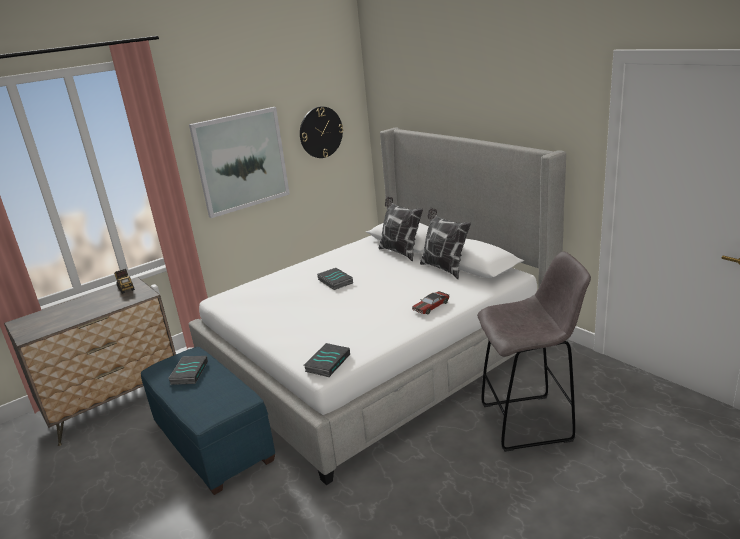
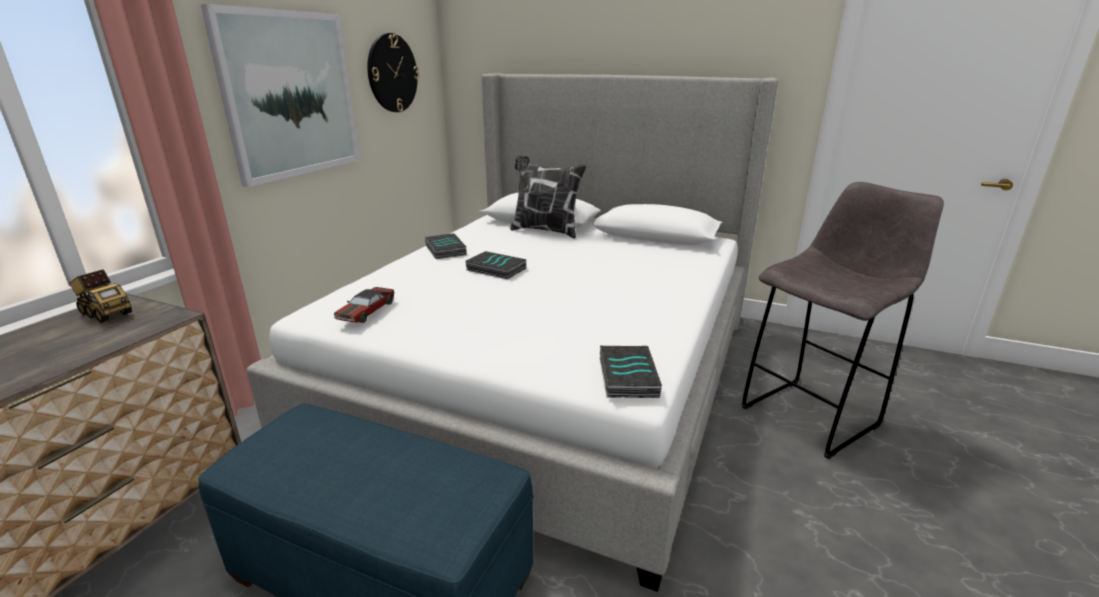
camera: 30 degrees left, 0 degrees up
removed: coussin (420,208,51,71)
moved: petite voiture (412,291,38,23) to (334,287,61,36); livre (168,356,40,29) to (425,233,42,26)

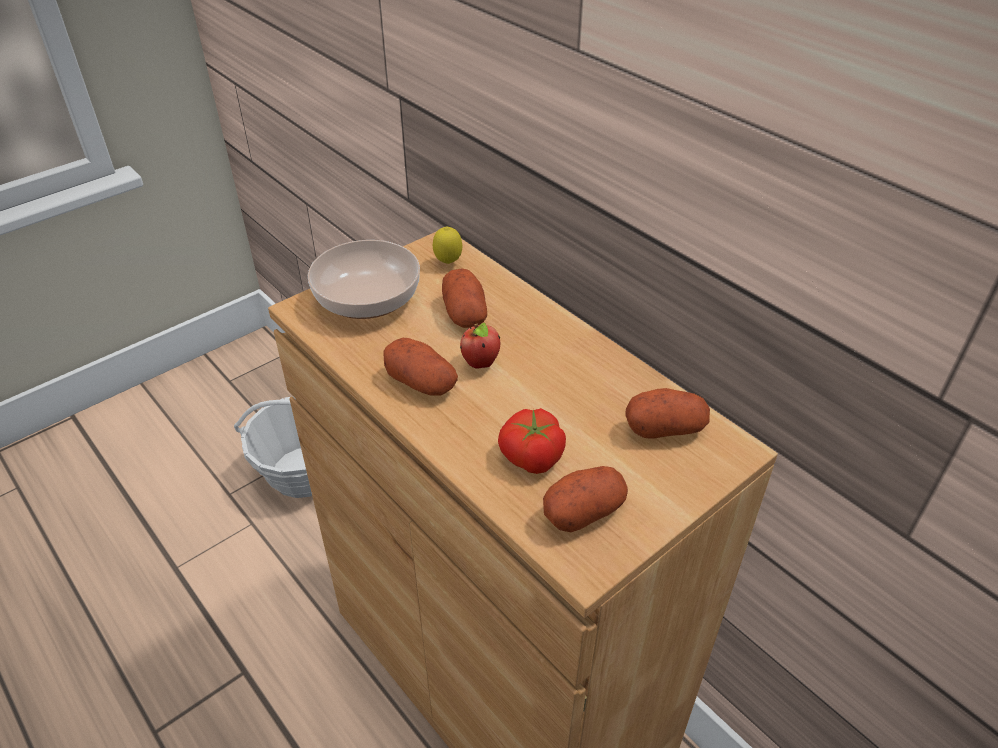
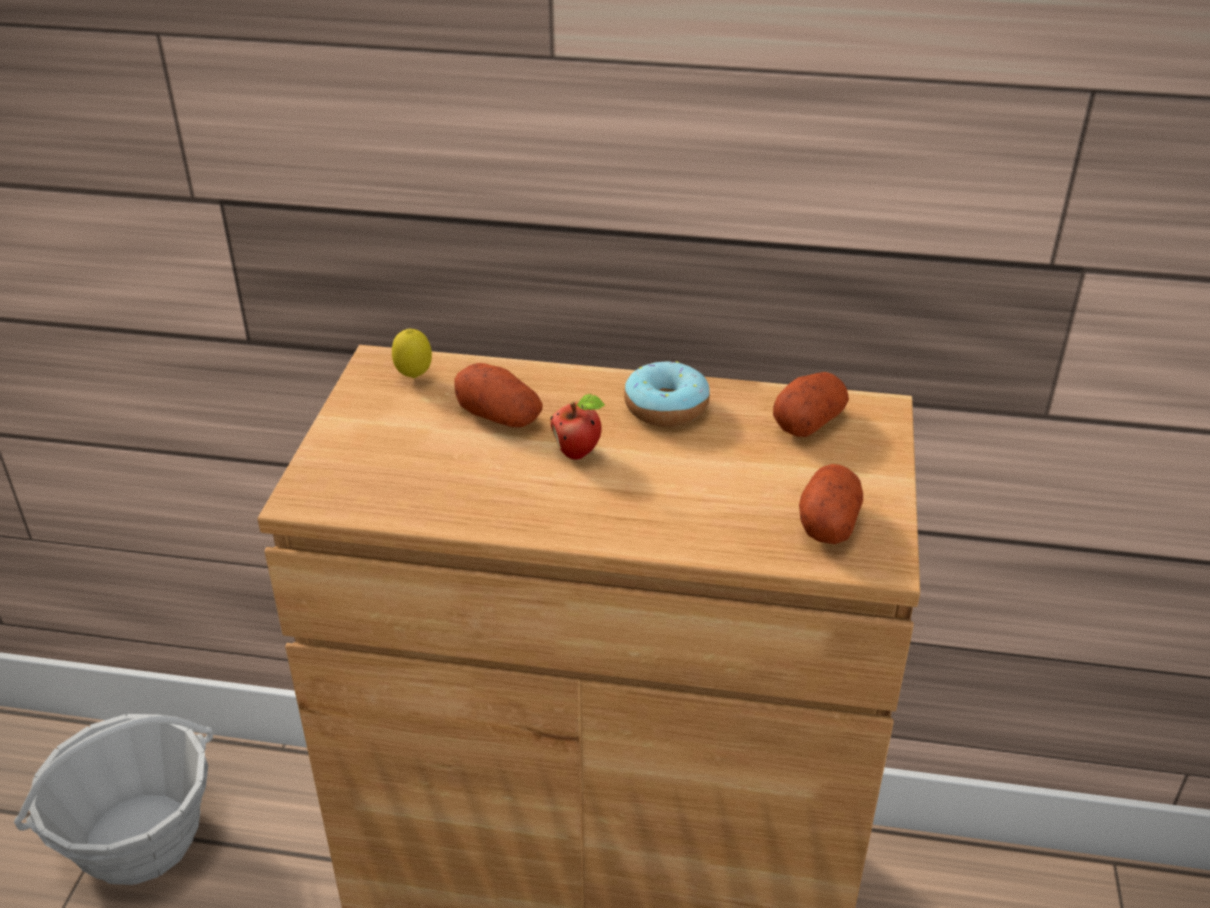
camera: 40 degrees left, 5 degrees down
removed: bol (308,240,112,79); pomme de terre (383,338,75,58); tomate (498,408,68,66)
added: beignet (624,361,86,66)

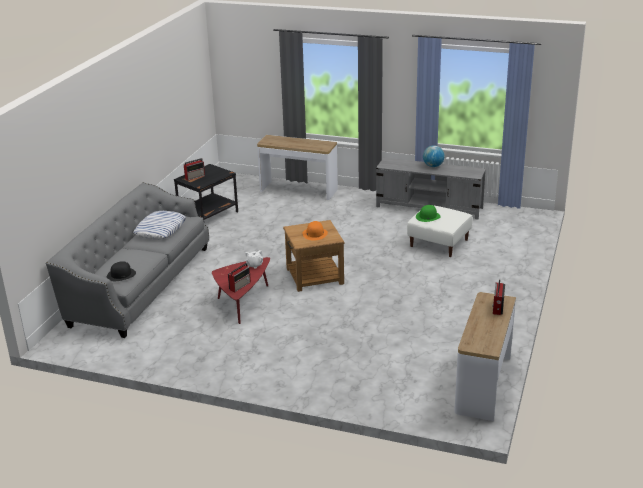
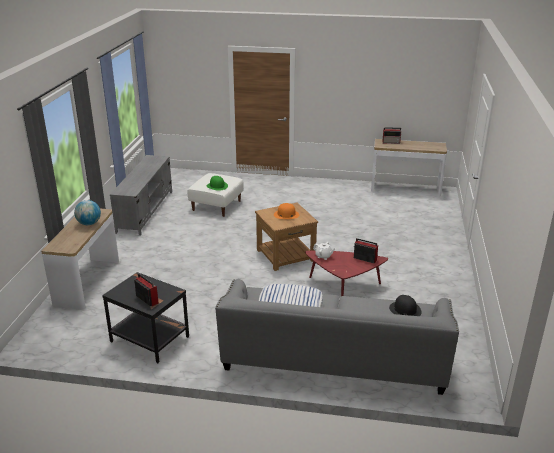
camera: 100 degrees left, 0 degrees up
moved: globe (423,145,22,22) to (74,200,27,25)

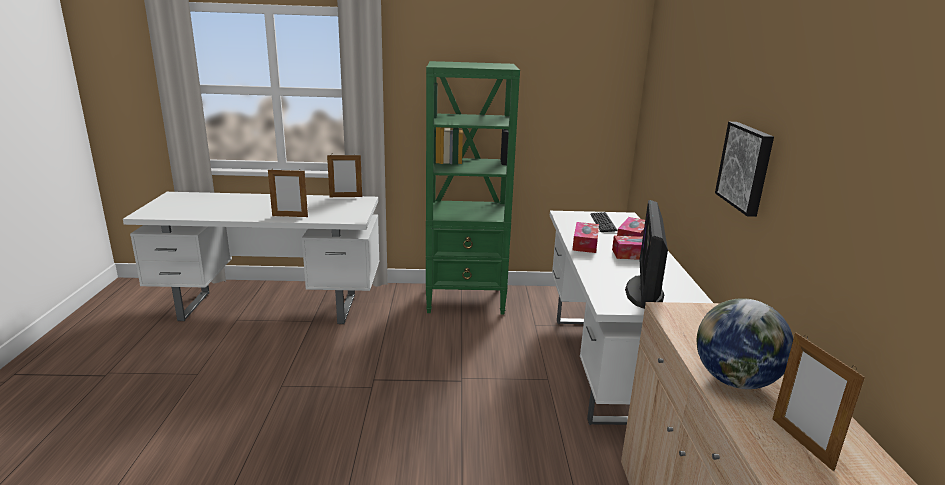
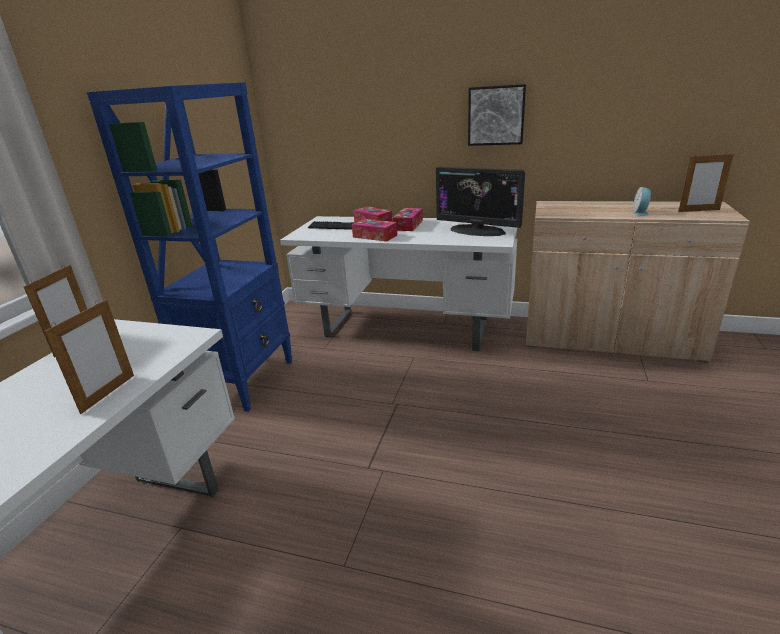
camera: 70 degrees left, 5 degrees up
replaced: globe (697,298,96,91) to réveil (633,187,19,29)
recoloured: bibliothèque [vert] (426,61,94,254) to bibliothèque [bleu] (87,82,206,330)

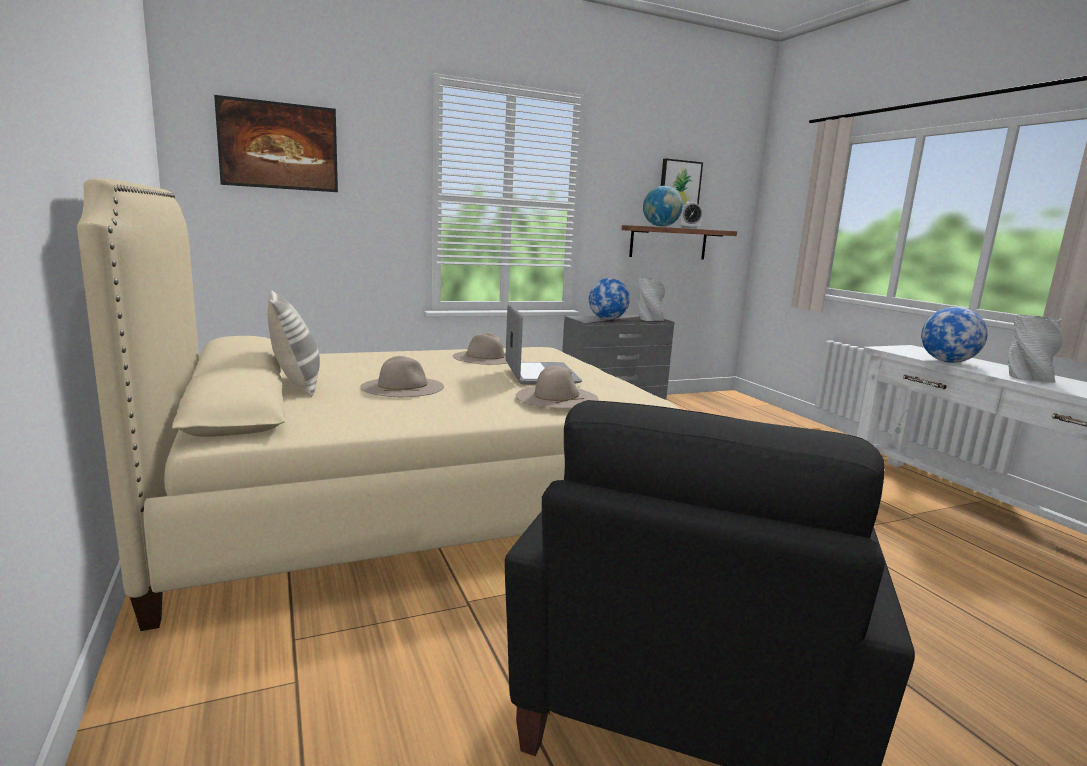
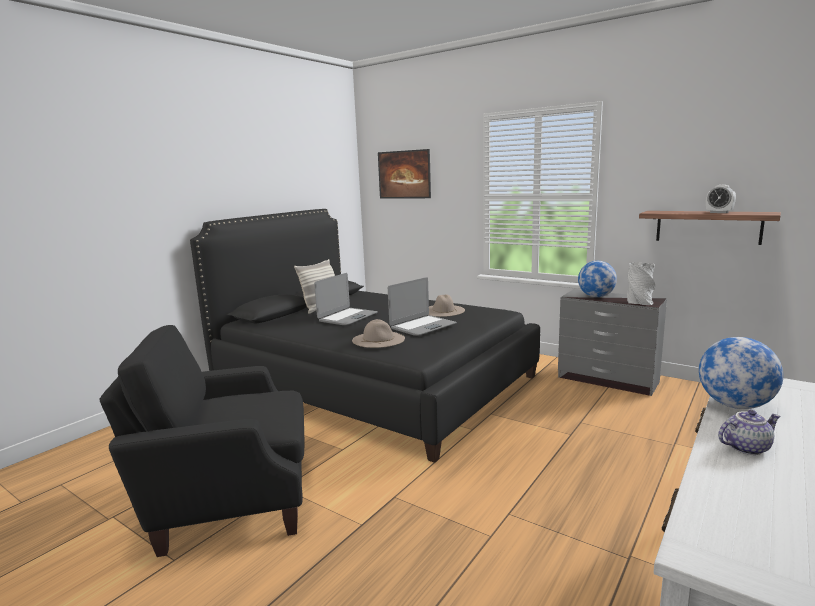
camera: 60 degrees right, 0 degrees up
removed: globe (643,186,40,41); tableau (661,159,42,46)
replaced: chapeau [beige] (360,356,84,41) to ordinateur portable (314,273,64,52); vase [gris] (1008,315,55,68) to théière (718,410,63,45)
recoloured: lit [beige] (77,178,603,453) to lit [noir] (190,209,350,254)

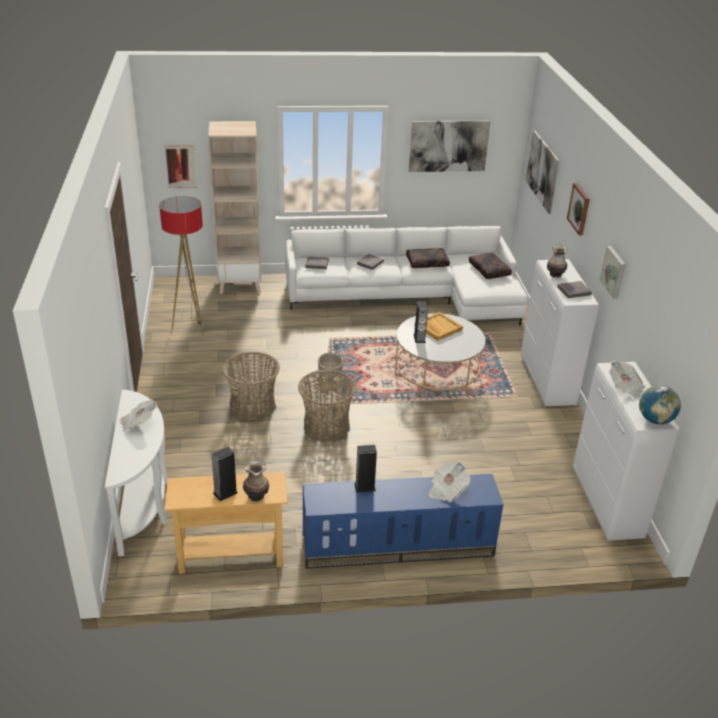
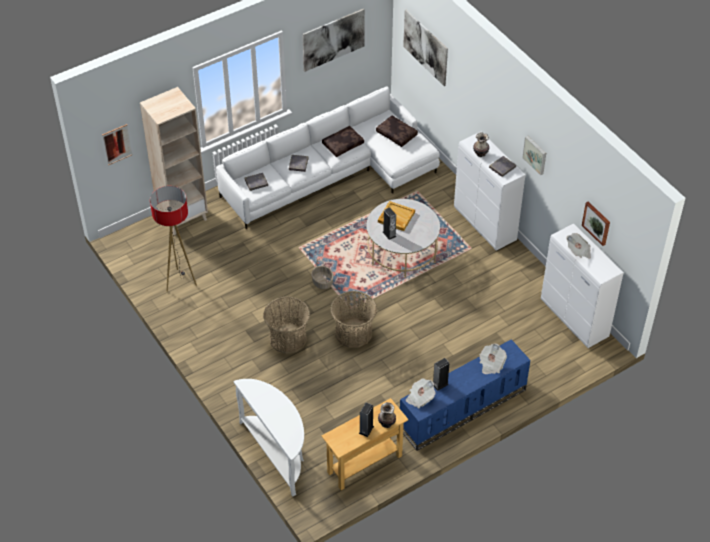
camera: 25 degrees left, 15 degrees up
removed: globe (639,385,42,39)
moved: journal (119,399,38,32) to (406,378,30,30); tableau (567,183,23,52) to (582,201,28,45)

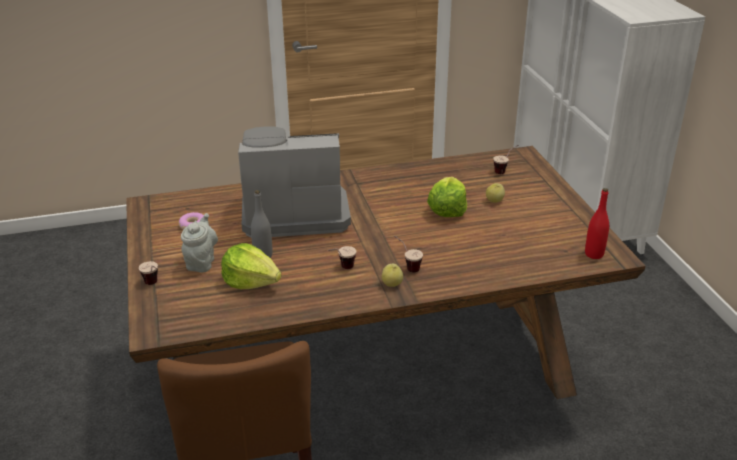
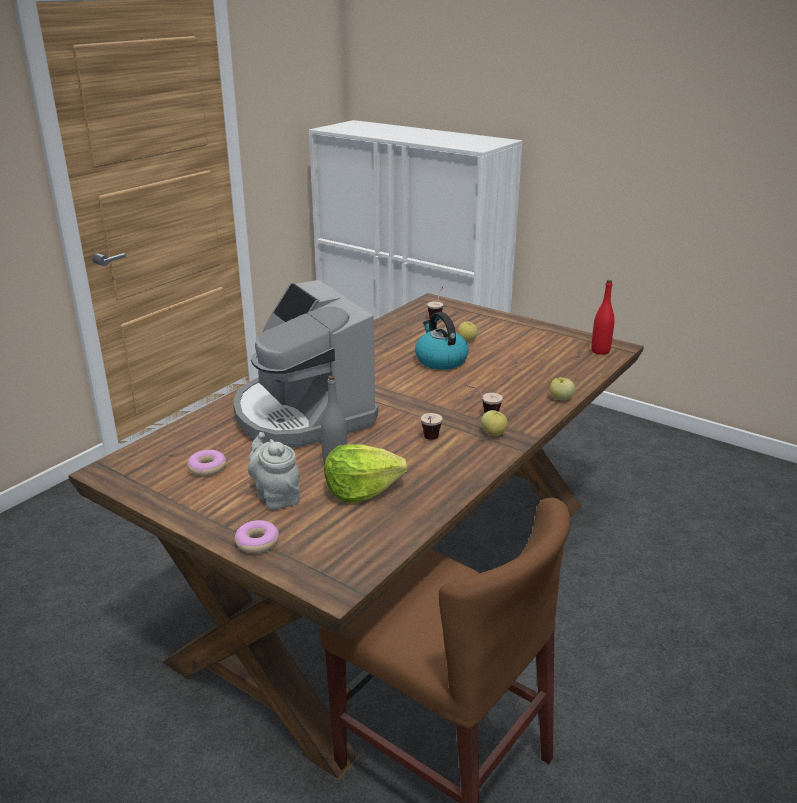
camera: 40 degrees left, 5 degrees down
added: pomme (550,377,25,23)
replaced: tasse (139,261,19,24) to beignet (235,520,44,33); laitue (427,177,40,40) to bouilloire (415,312,54,58)
turned: machine à café (238,126,113,112) = (233,280,145,168) 75 degrees counterclockwise

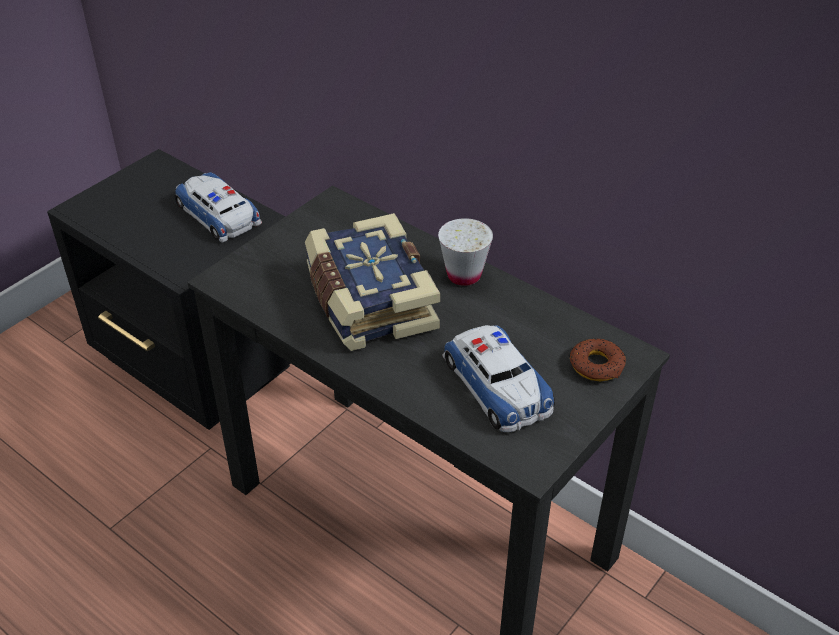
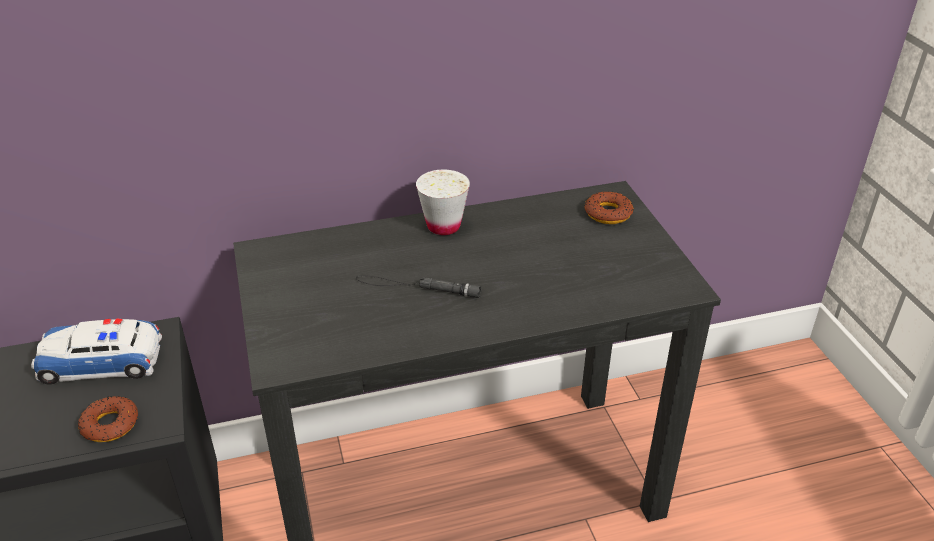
camera: 55 degrees left, 5 degrees down
removed: petite voiture (443,325,112,107)
added: beignet (78,396,60,46)
replaced: livre (305,213,135,138) to lampe de poche [noir] (356,275,126,23)

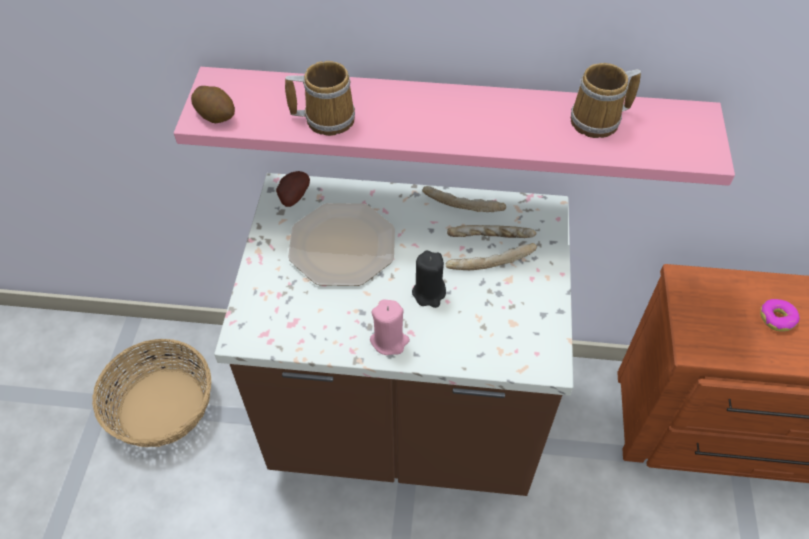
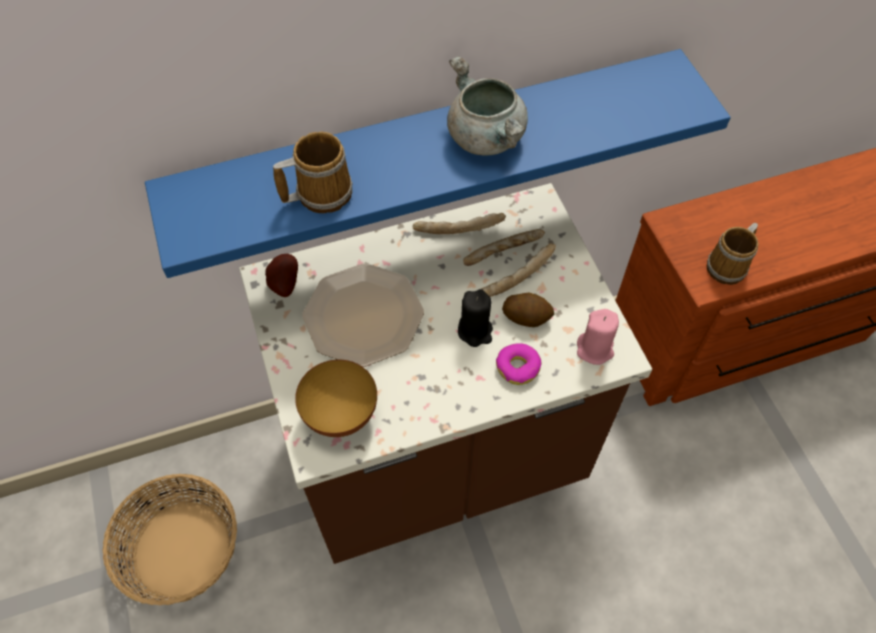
camera: 25 degrees left, 5 degrees up
added: bol (295,360,82,77); marmite [gris] (447,56,81,100)
moved: beignet (760,299,40,33) to (496,343,45,42); pomme de terre (191,86,44,37) to (502,293,52,34); bougie [rose] (370,299,40,56) to (577,309,42,56); mug (571,63,70,75) to (707,223,52,62)
recoloured: étagère [rose] (174,67,561,119) to étagère [bleu] (145,49,586,229)

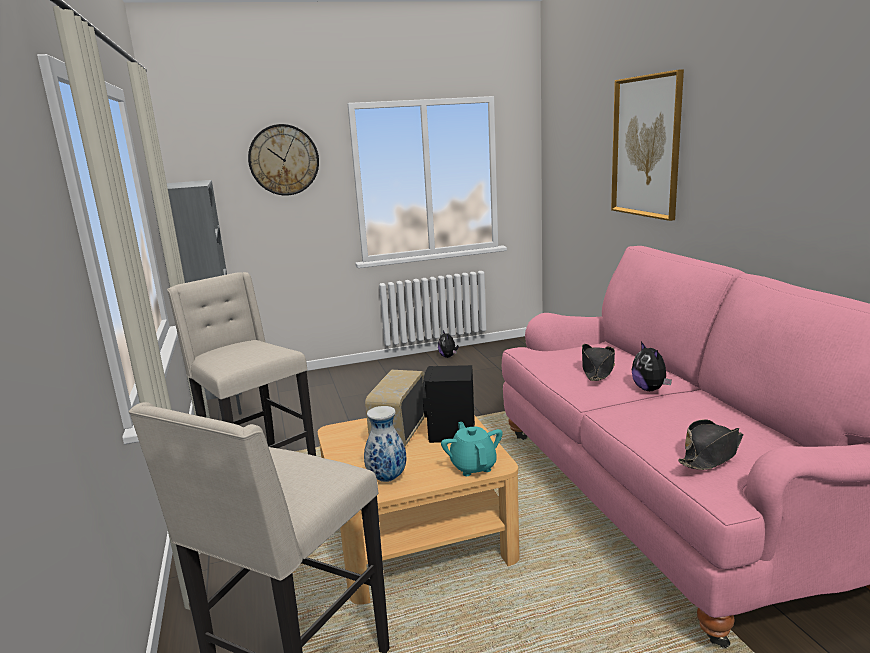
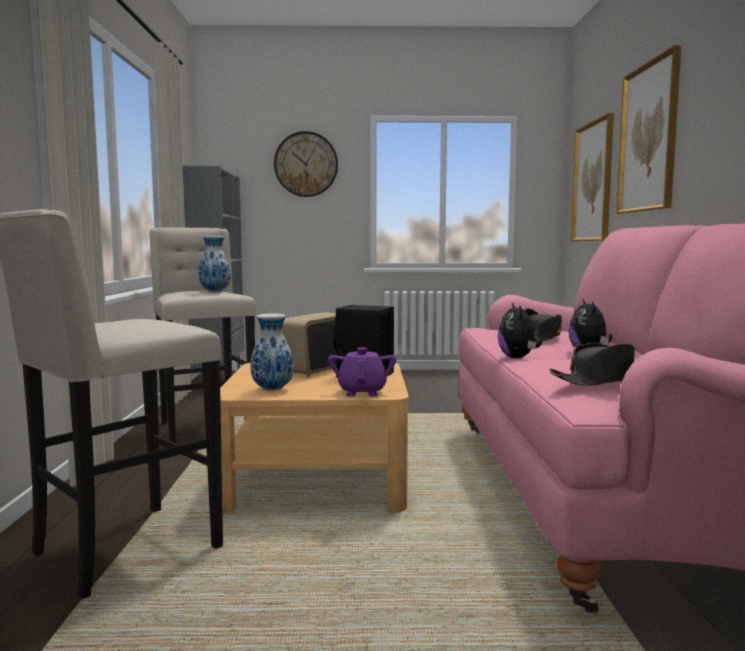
camera: 15 degrees right, 10 degrees down
added: vase (199,236,32,56); tableau (571,113,43,128)
moved: peluche (438,330,21,28) to (498,303,44,55)
recoloured: théière [turquoise] (441,422,62,54) to théière [violet] (328,347,68,49)

